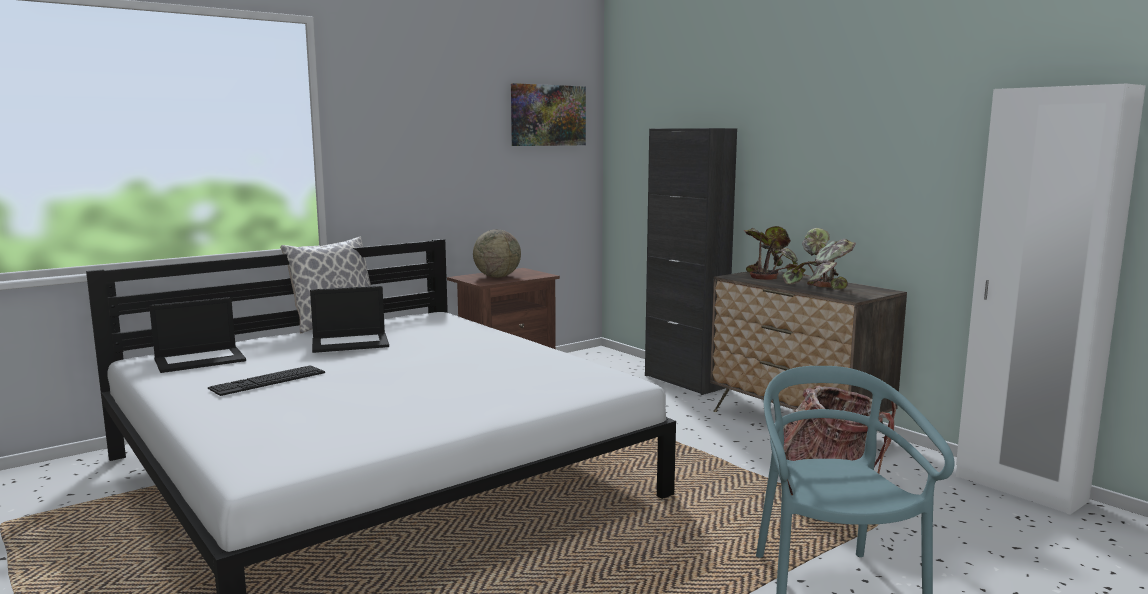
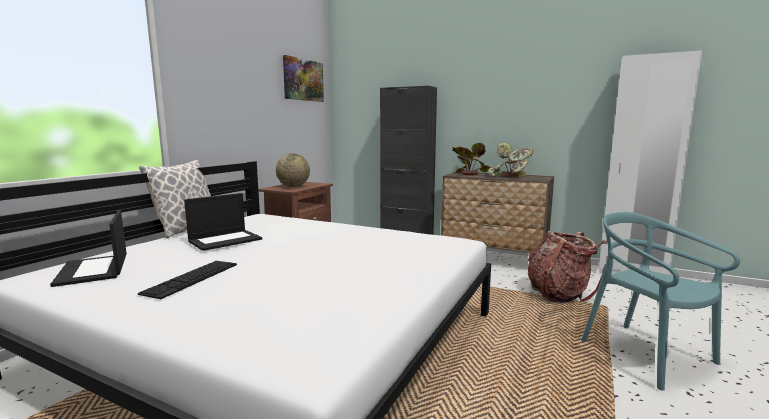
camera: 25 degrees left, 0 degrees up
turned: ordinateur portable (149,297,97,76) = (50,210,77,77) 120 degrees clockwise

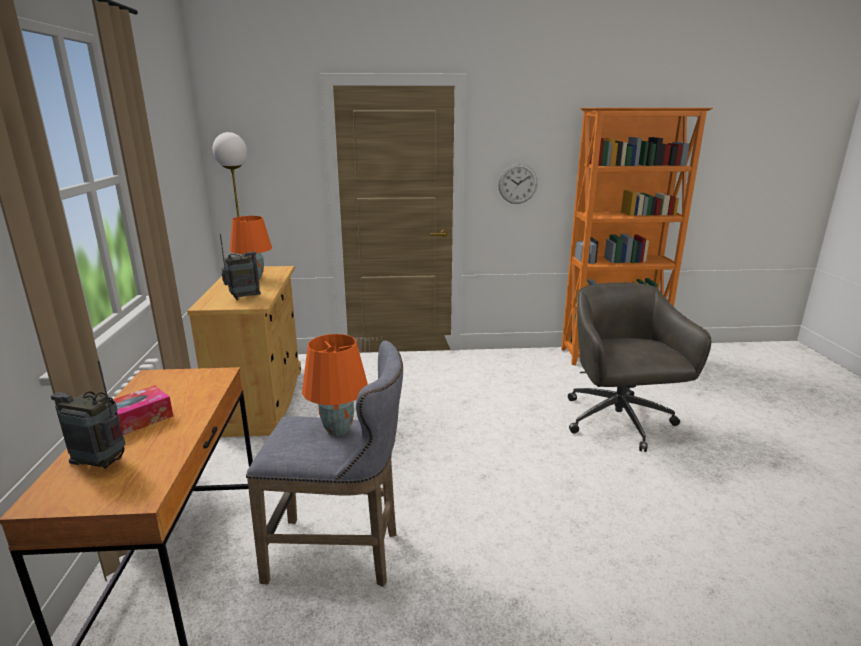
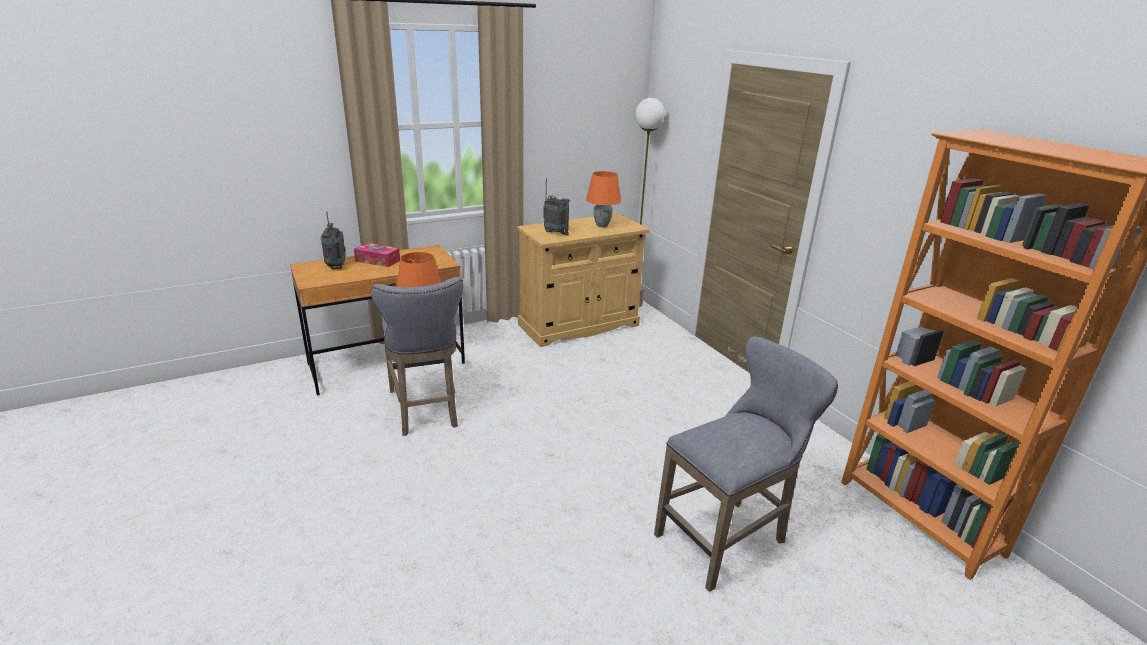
camera: 65 degrees right, 5 degrees up
removed: horloge murale (498,164,39,40)
replaced: chaise de bureau [gris] (568,282,143,170) to tabouret [gris] (654,337,184,255)

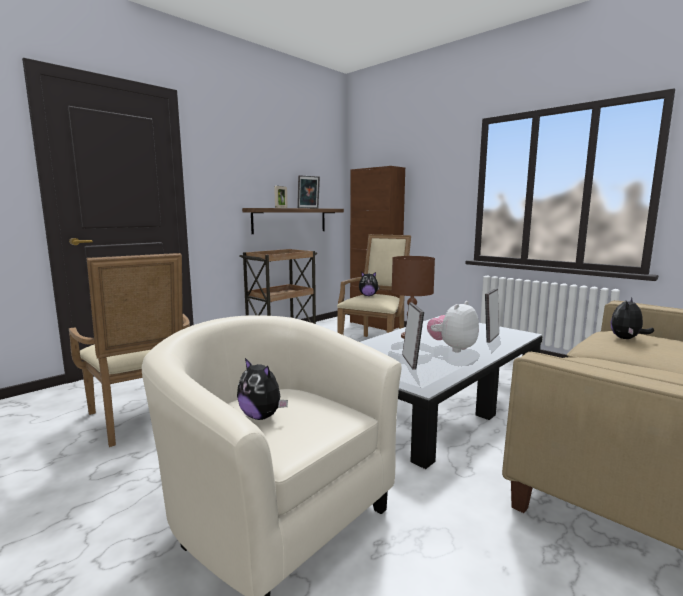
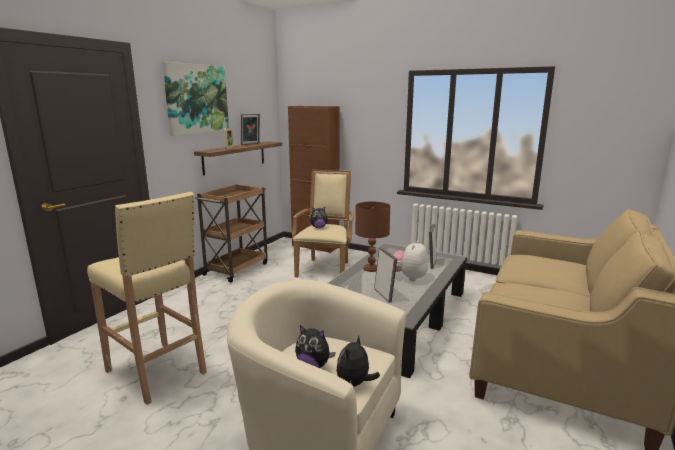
camera: 15 degrees left, 5 degrees up
added: tableau (162,62,67,74)
moved: peluche (611,297,43,42) to (337,335,43,52)
replaced: fauteuil [beige] (69,253,121,194) to tabouret [beige] (87,192,120,213)

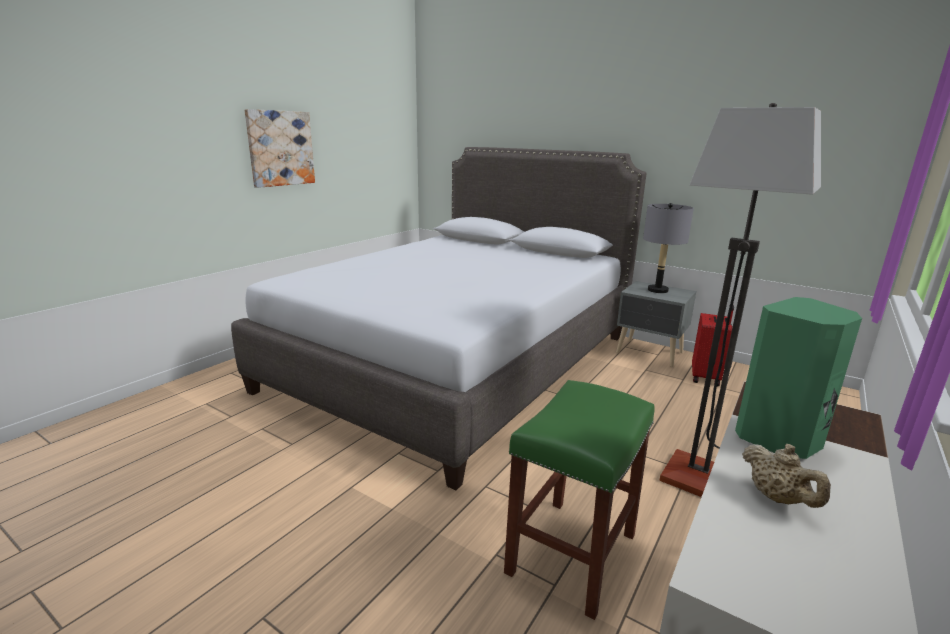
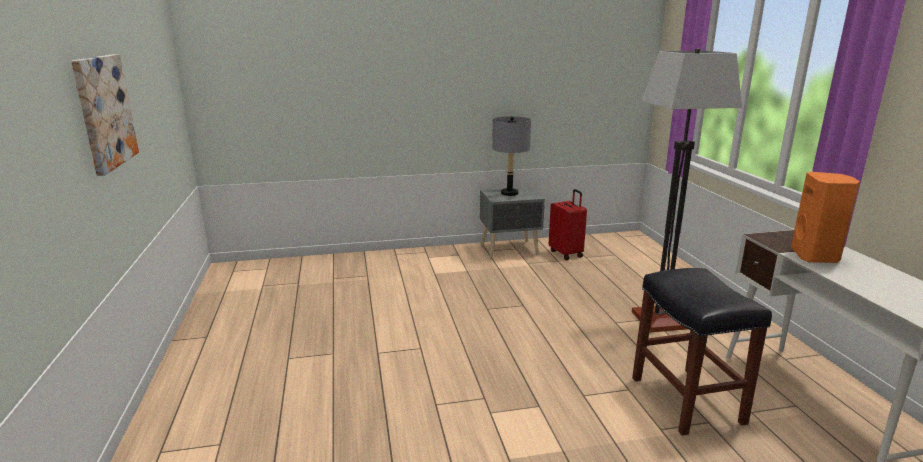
camera: 45 degrees left, 0 degrees up
removed: lit [gris] (231,147,416,343); théière [beige] (742,444,89,64)
recoloured: tabouret [vert] (504,380,151,240) to tabouret [noir] (632,268,140,168); enceinte [vert] (735,297,127,162) to enceinte [orange] (791,172,69,91)

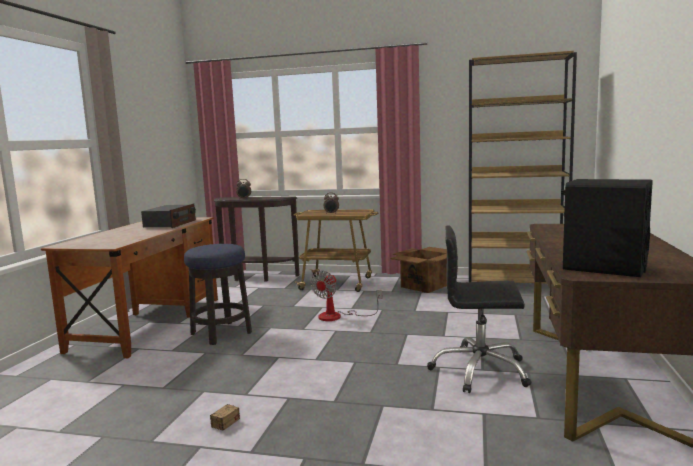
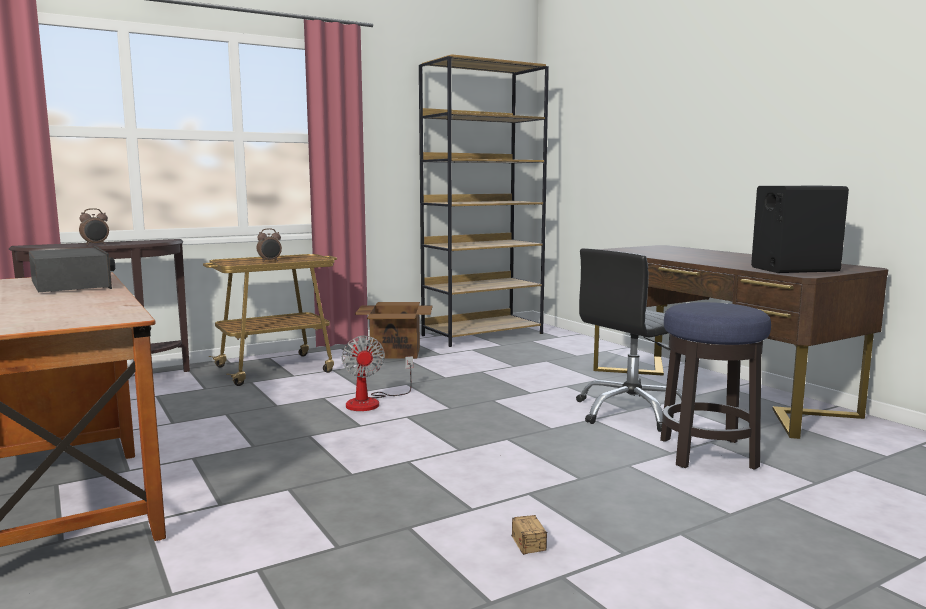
camera: 45 degrees left, 0 degrees up
moved: tabouret (184,244,68,101) to (660,302,111,168)

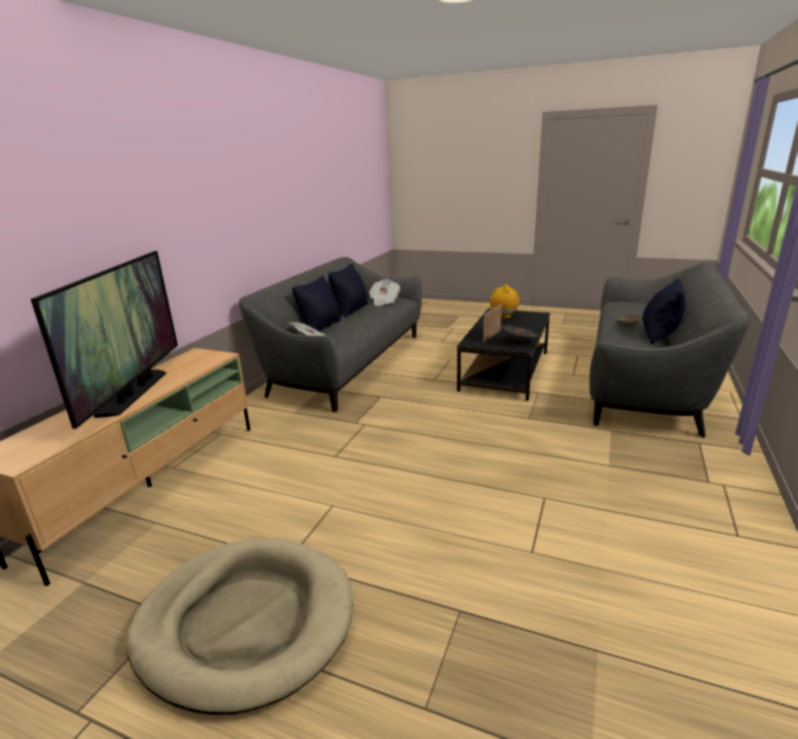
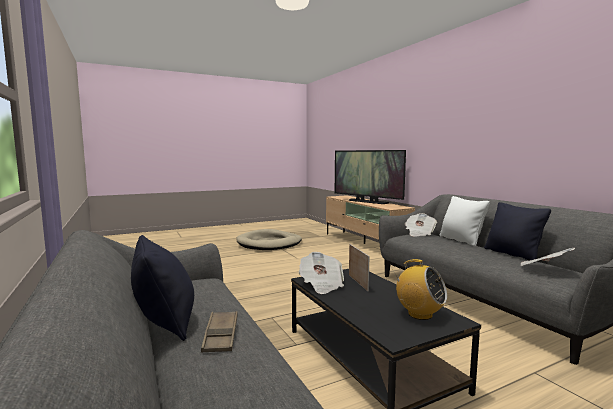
camera: 130 degrees right, 15 degrees down
recoloured: coussin [noir] (292,276,49,55) to coussin [blanc] (439,196,51,51)

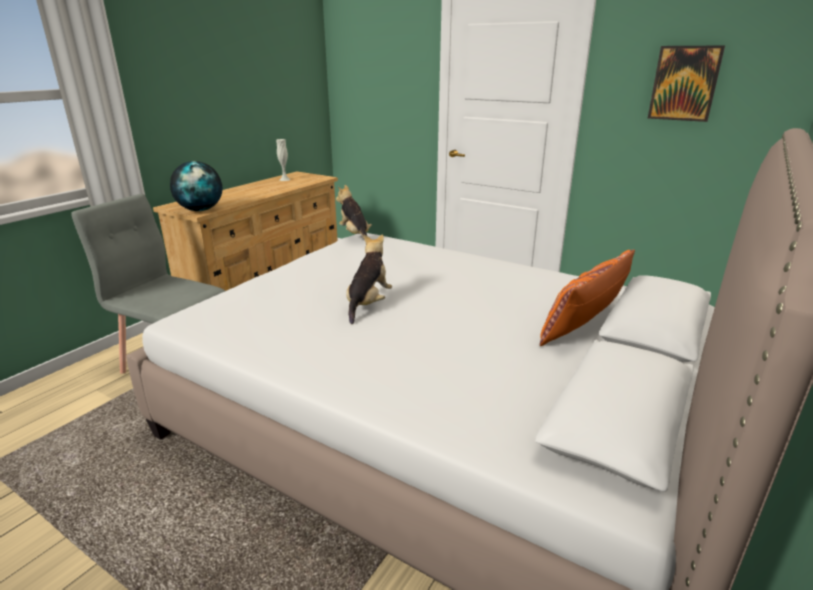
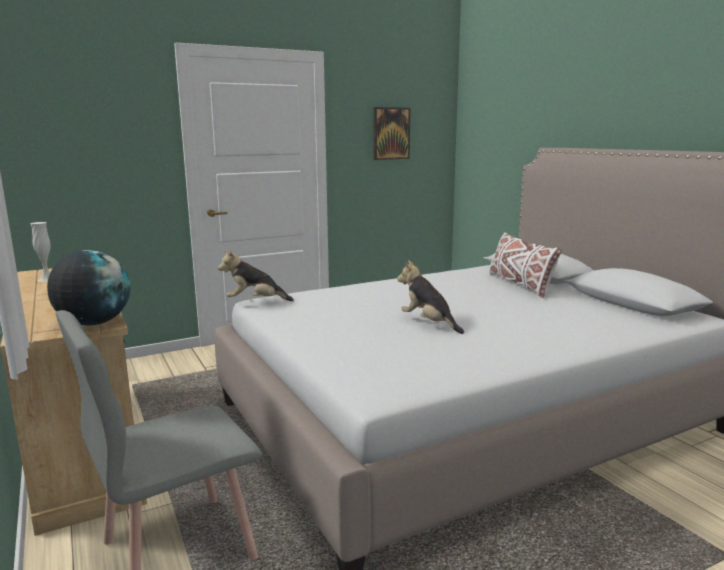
camera: 60 degrees left, 10 degrees down
recoloured: coussin [orange] (539,249,96,97) to coussin [blanc] (489,232,73,66)

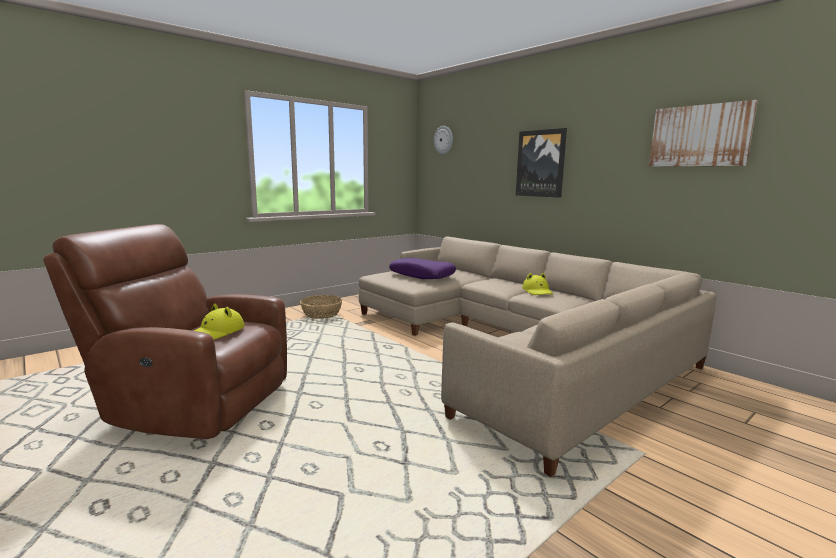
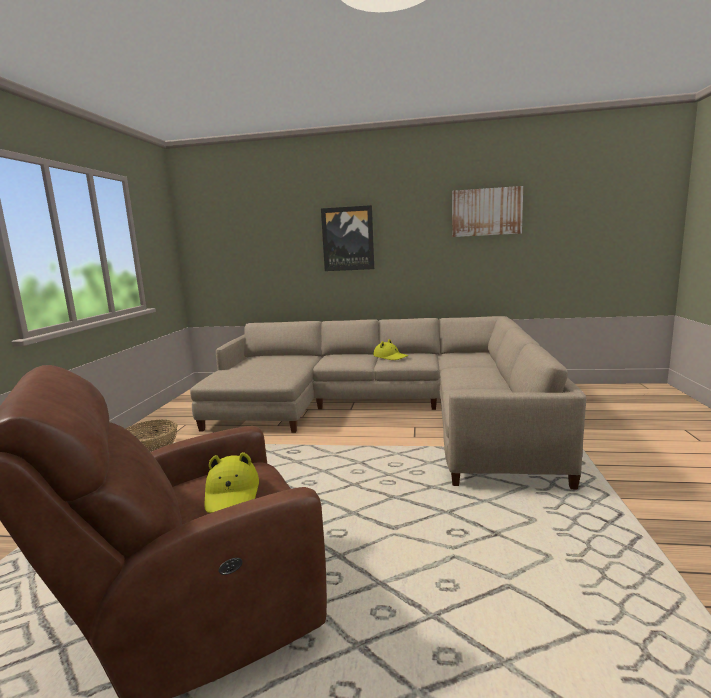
camera: 40 degrees left, 0 degrees up
removed: coussin [violet] (389,258,67,21); horloge murale (434,126,19,28)

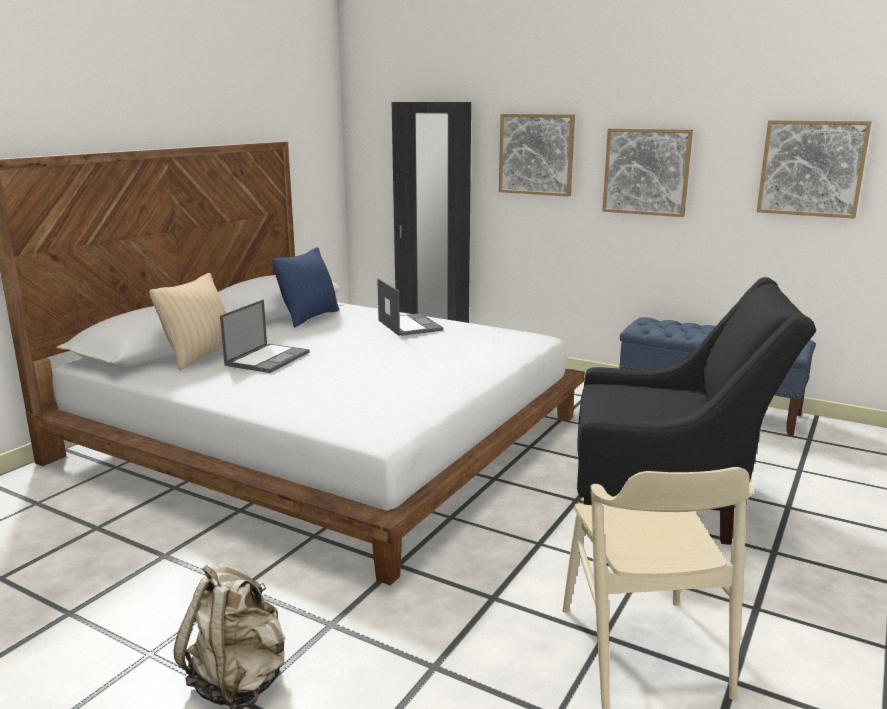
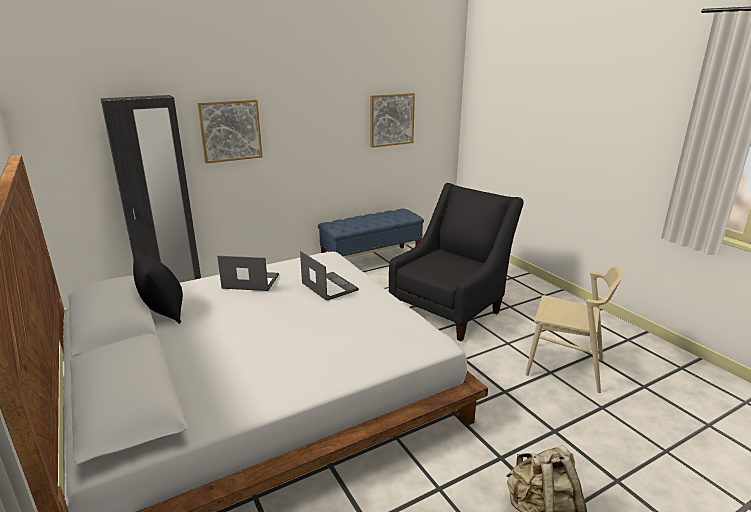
camera: 60 degrees left, 5 degrees up
removed: coussin [beige] (150,273,77,97); tableau (603,128,90,89)
moved: ordinateur portable (220,300,90,73) to (300,251,59,50)
recoloured: coussin [bleu] (272,247,67,80) to coussin [noir] (133,249,50,75)

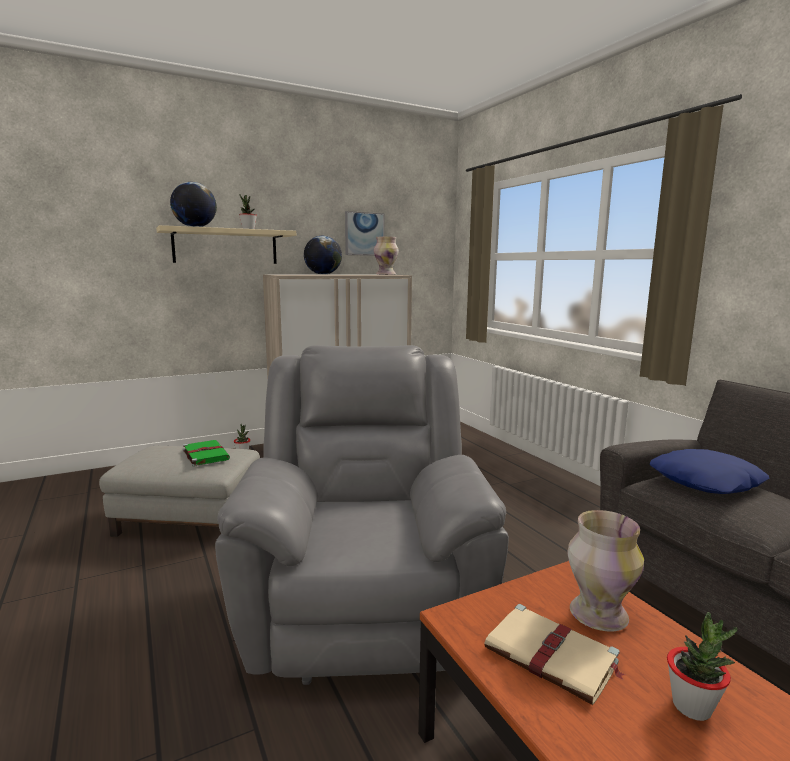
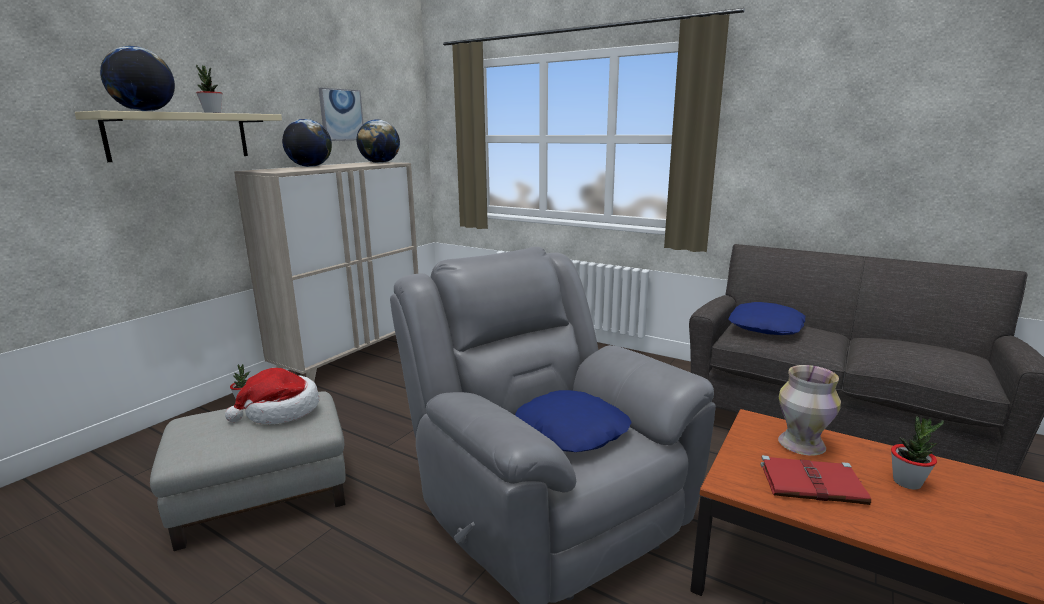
camera: 30 degrees left, 5 degrees up
added: coussin [bleu] (515,390,117,62)
replaced: livre [vert] (183,440,47,27) to chapeau (225,368,94,56); vase (374,236,25,39) to globe (356,119,44,44)
recoloured: livre [beige] (484,604,141,101) to livre [rouge] (760,455,111,50)

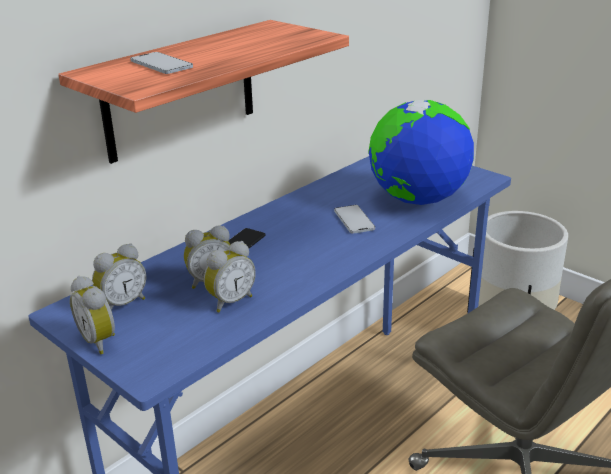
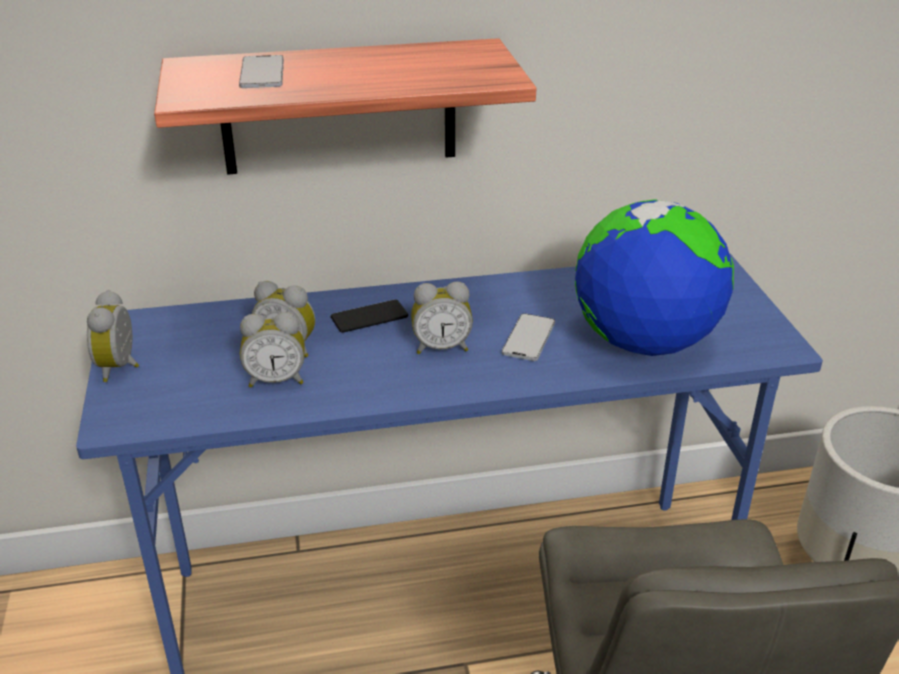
camera: 35 degrees right, 5 degrees up
moved: réveil (92,244,54,66) to (411,282,62,72)

